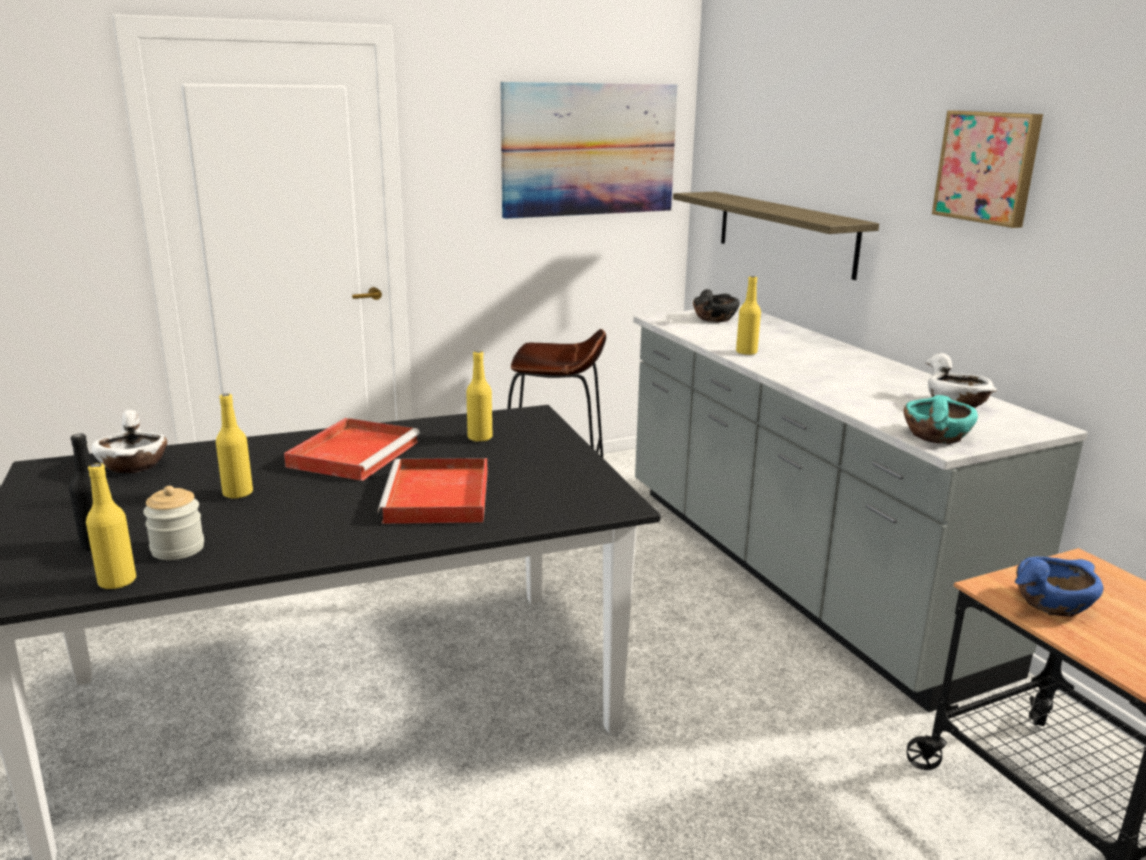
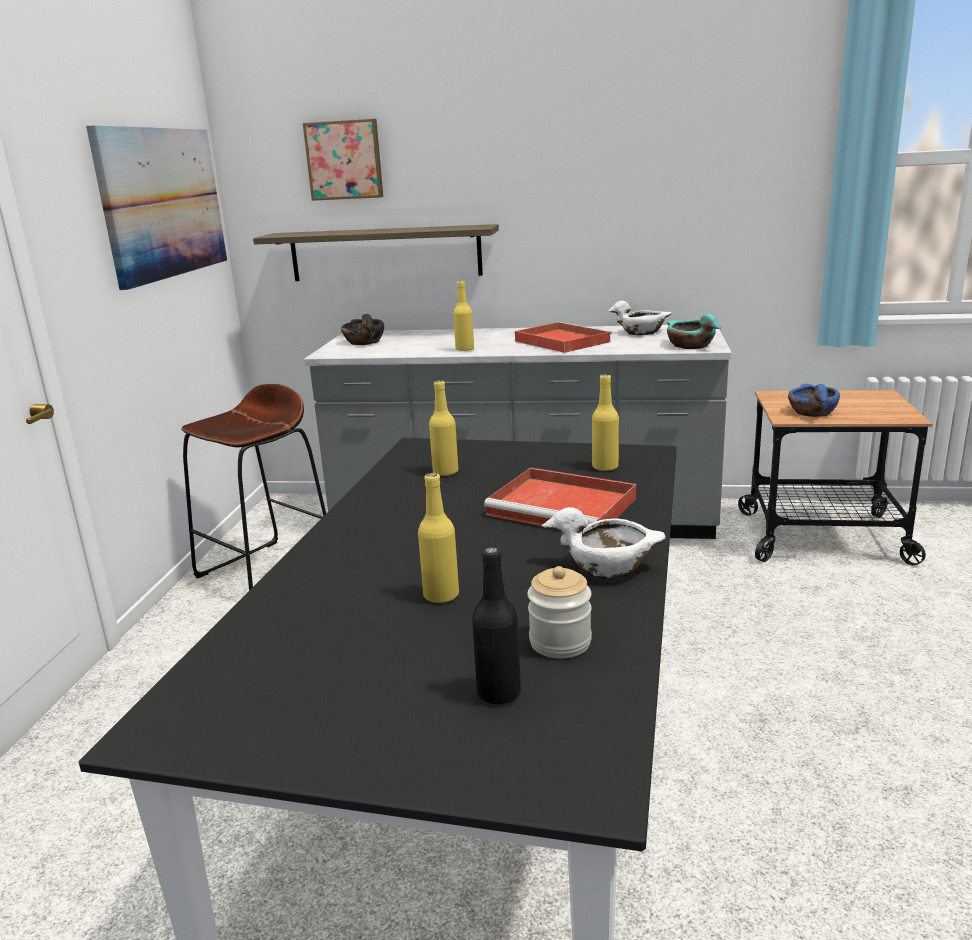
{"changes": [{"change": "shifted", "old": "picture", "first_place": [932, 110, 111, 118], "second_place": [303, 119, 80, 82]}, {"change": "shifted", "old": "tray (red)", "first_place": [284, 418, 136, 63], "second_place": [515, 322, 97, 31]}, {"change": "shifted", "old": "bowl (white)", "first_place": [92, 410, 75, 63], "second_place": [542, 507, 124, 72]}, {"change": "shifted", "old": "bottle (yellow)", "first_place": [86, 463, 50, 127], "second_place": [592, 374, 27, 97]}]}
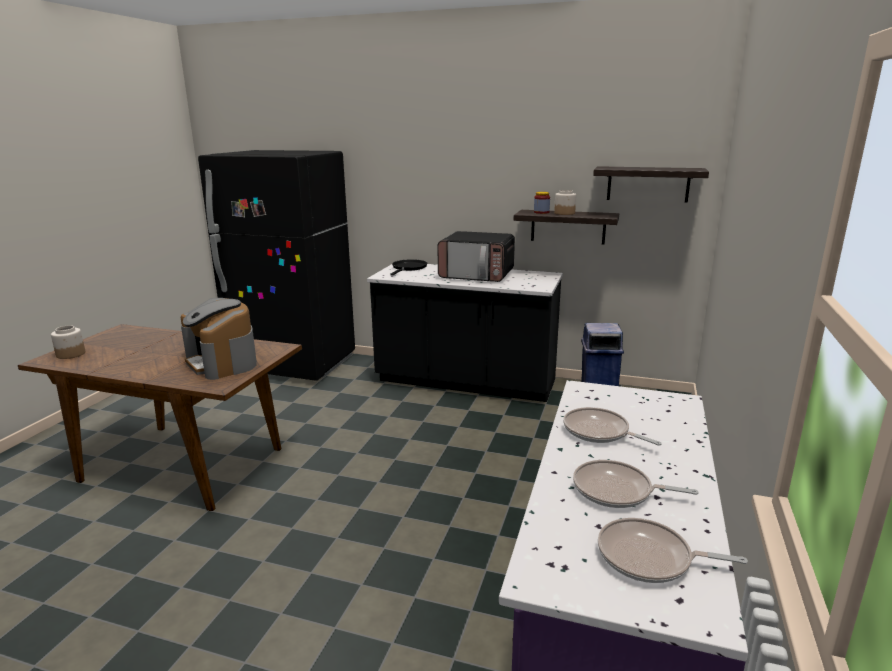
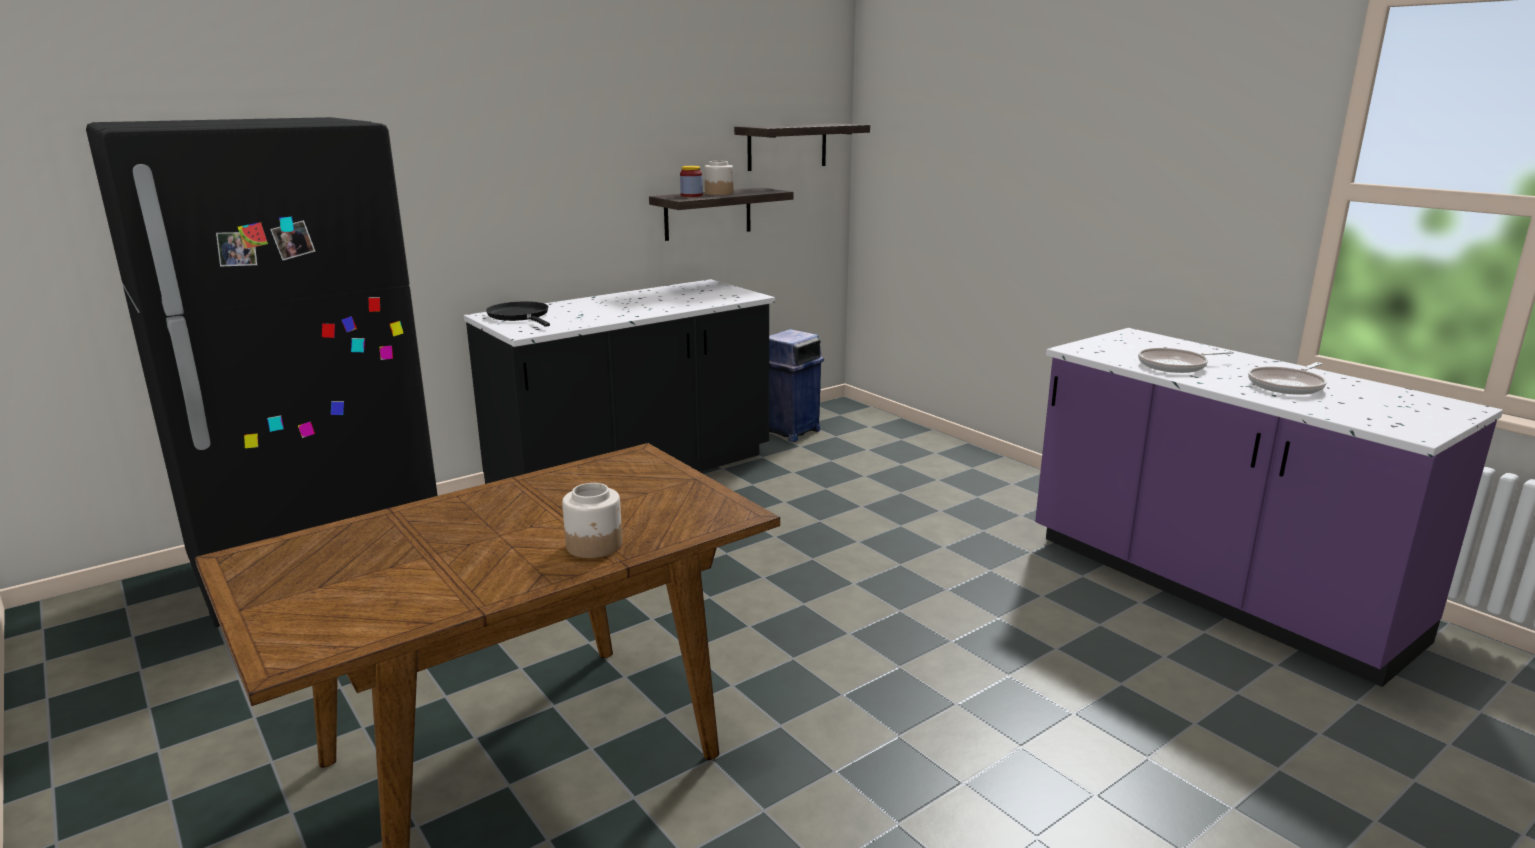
{"changes": [{"change": "shifted", "old": "jar", "first_place": [51, 325, 34, 34], "second_place": [562, 483, 60, 75]}, {"change": "gone", "old": "coffee machine", "first_place": [180, 298, 77, 82]}, {"change": "gone", "old": "microwave", "first_place": [437, 231, 78, 51]}, {"change": "gone", "old": "frying pan", "first_place": [598, 518, 150, 65]}]}
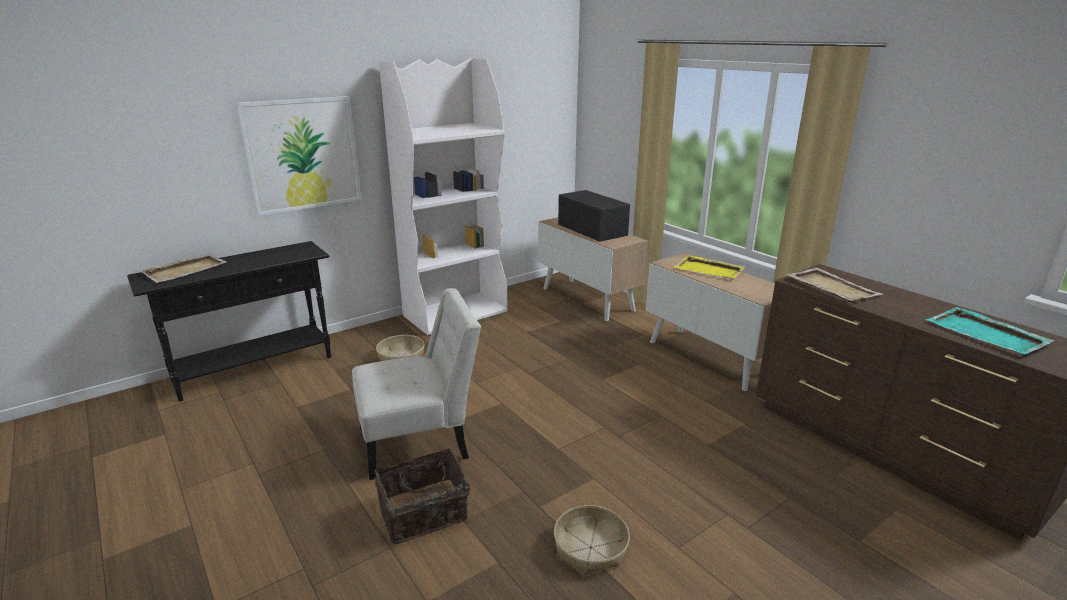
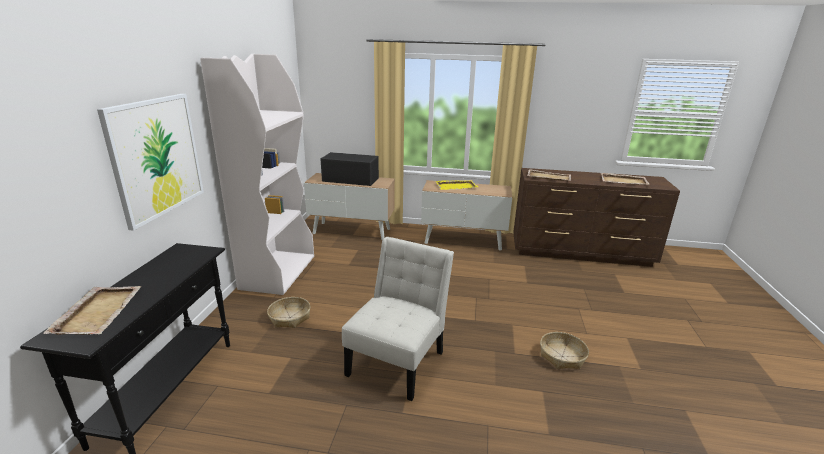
{"changes": [{"change": "repainted", "old": "tray (turquoise)", "new": "tray (beige)", "first_place": [926, 307, 128, 48], "second_place": [601, 173, 49, 12]}, {"change": "gone", "old": "basket", "first_place": [374, 448, 96, 96]}]}
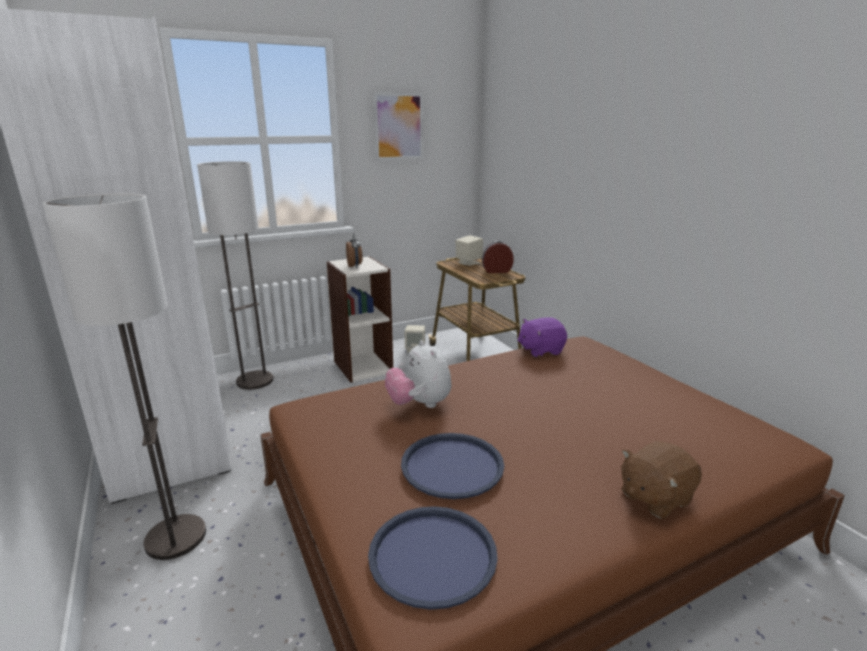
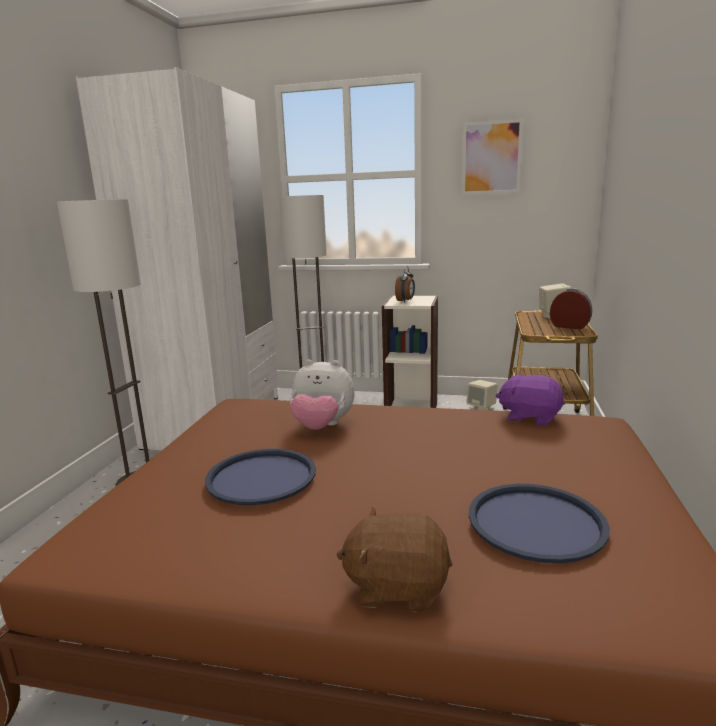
{"changes": [{"change": "rotated", "old": "plush toy", "first_place": [385, 340, 66, 68], "second_place": [290, 359, 65, 71], "degrees": -90}, {"change": "shifted", "old": "tray (blue)", "first_place": [368, 506, 130, 104], "second_place": [469, 484, 141, 79]}]}
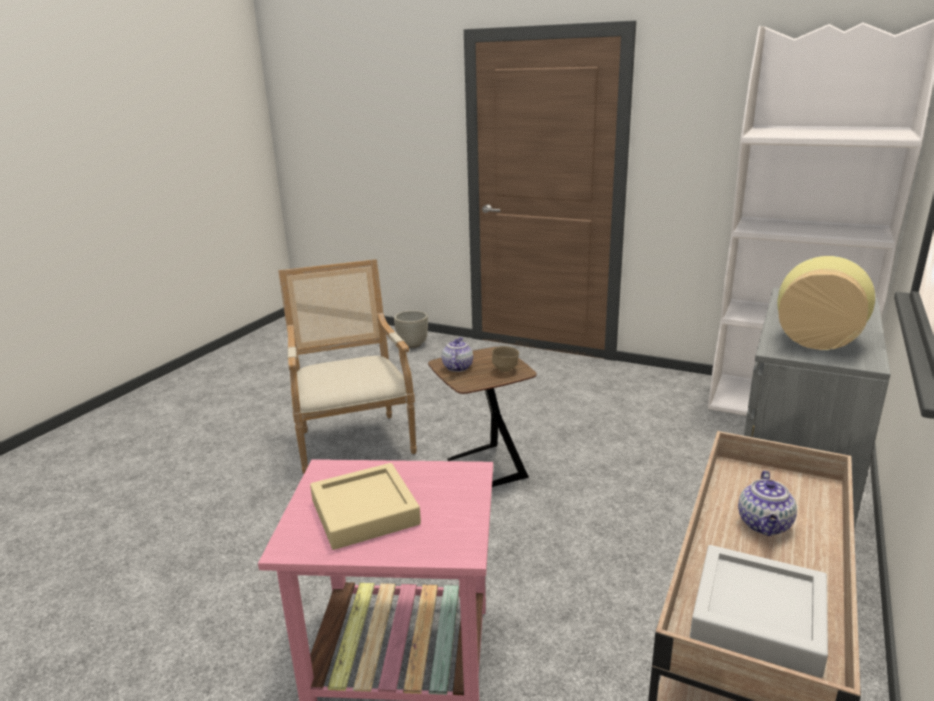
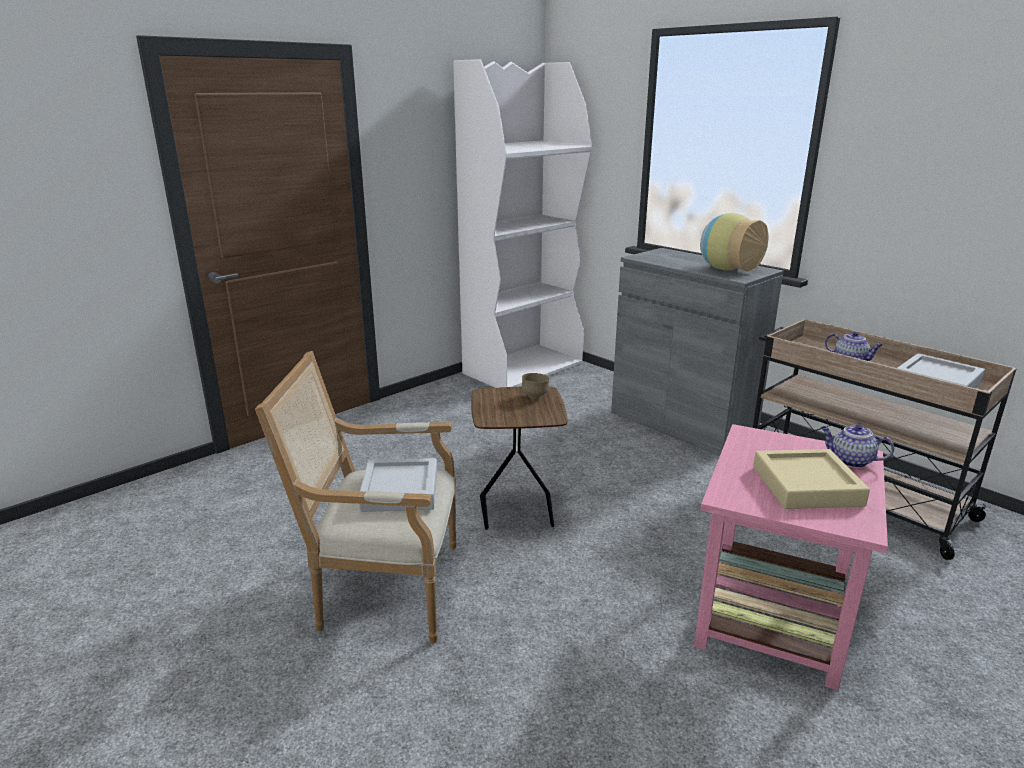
{"changes": [{"change": "new", "new": "tray (grey)", "second_place": [359, 458, 78, 54]}, {"change": "shifted", "old": "teapot", "first_place": [442, 337, 31, 35], "second_place": [821, 424, 73, 44]}, {"change": "gone", "old": "planter (grey)", "first_place": [394, 310, 34, 38]}]}
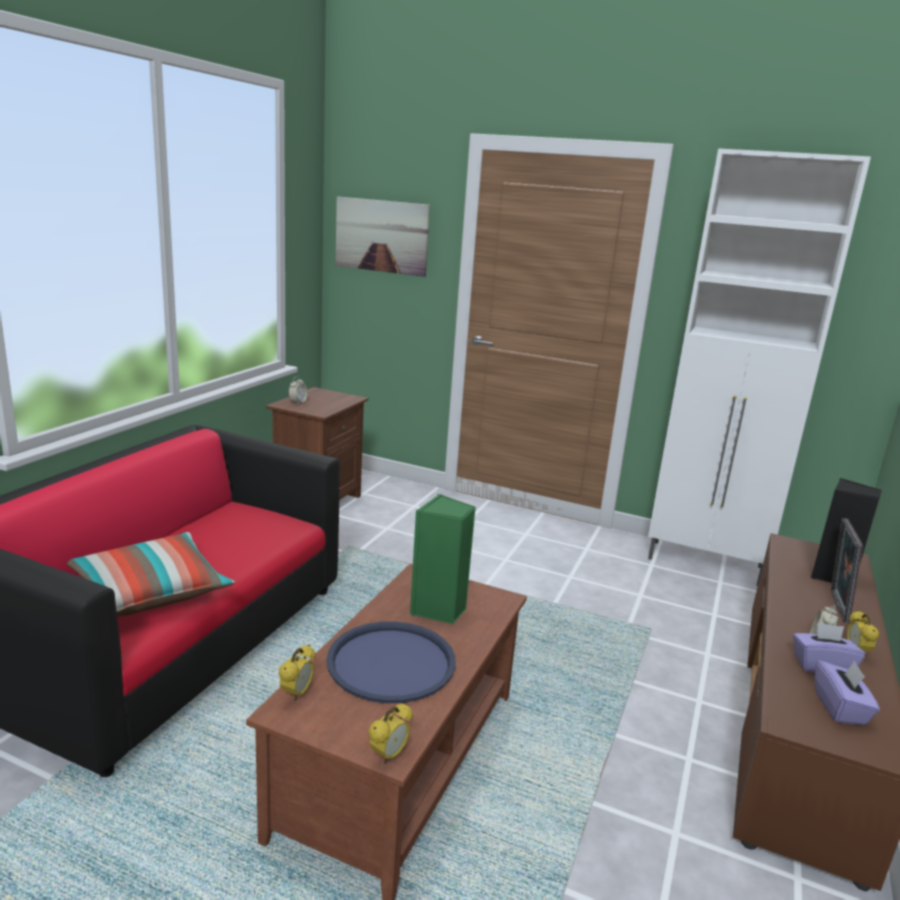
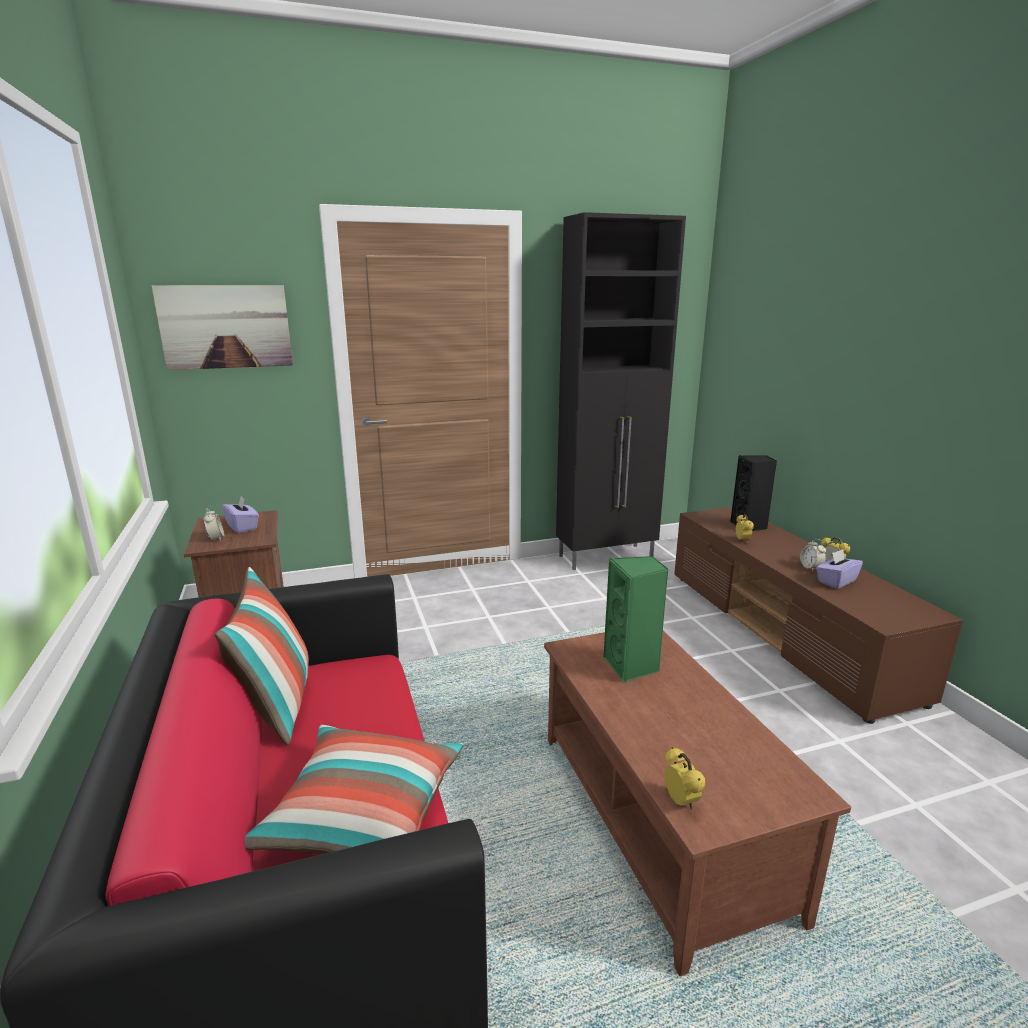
{"changes": [{"change": "new", "new": "pillow", "second_place": [215, 567, 94, 179]}, {"change": "shifted", "old": "tissue box (purple)", "first_place": [815, 660, 65, 65], "second_place": [222, 496, 37, 37]}, {"change": "repainted", "old": "cabinet (white)", "new": "cabinet (black)", "first_place": [648, 148, 223, 438], "second_place": [556, 212, 130, 358]}, {"change": "shifted", "old": "alarm clock", "first_place": [368, 703, 45, 61], "second_place": [736, 514, 18, 29]}, {"change": "gone", "old": "tray (blue)", "first_place": [326, 621, 130, 82]}, {"change": "gone", "old": "picture frame", "first_place": [831, 518, 32, 105]}]}
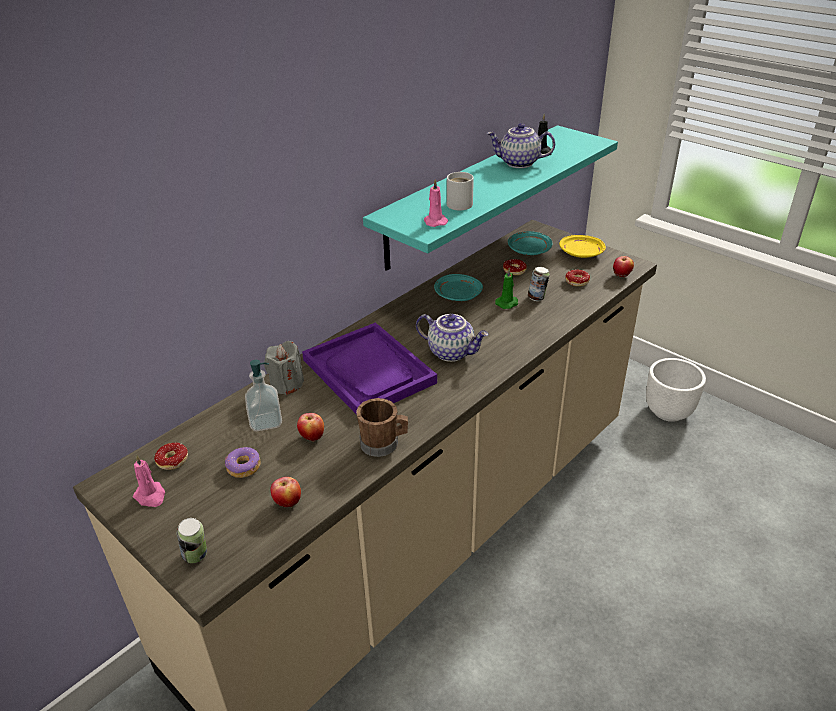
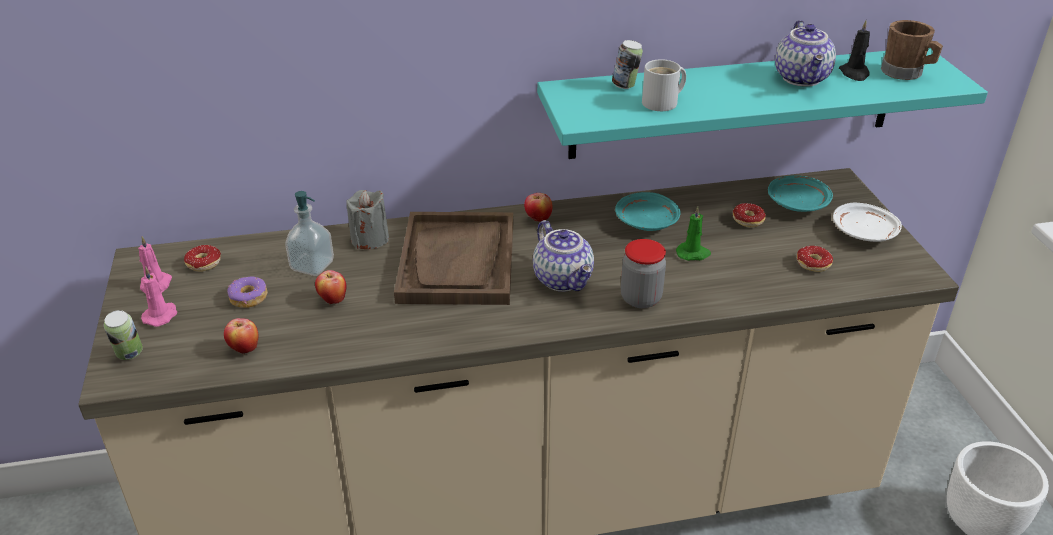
{"changes": [{"change": "shifted", "old": "candle (pink)", "first_place": [424, 179, 24, 48], "second_place": [141, 267, 36, 60]}, {"change": "repainted", "old": "tray (purple)", "new": "tray (brown)", "first_place": [302, 322, 135, 93], "second_place": [394, 212, 119, 93]}, {"change": "shifted", "old": "apple", "first_place": [613, 256, 21, 21], "second_place": [524, 193, 29, 29]}, {"change": "shifted", "old": "can", "first_place": [528, 267, 22, 34], "second_place": [612, 40, 31, 49]}, {"change": "new", "new": "jar", "second_place": [621, 239, 45, 69]}, {"change": "rotated", "old": "teapot", "first_place": [487, 123, 68, 45], "second_place": [775, 20, 61, 66], "degrees": -135}, {"change": "repainted", "old": "plate (yellow)", "new": "plate (white)", "first_place": [559, 235, 47, 23], "second_place": [833, 203, 69, 39]}, {"change": "shifted", "old": "mug (brown)", "first_place": [356, 398, 52, 59], "second_place": [881, 20, 62, 60]}]}
